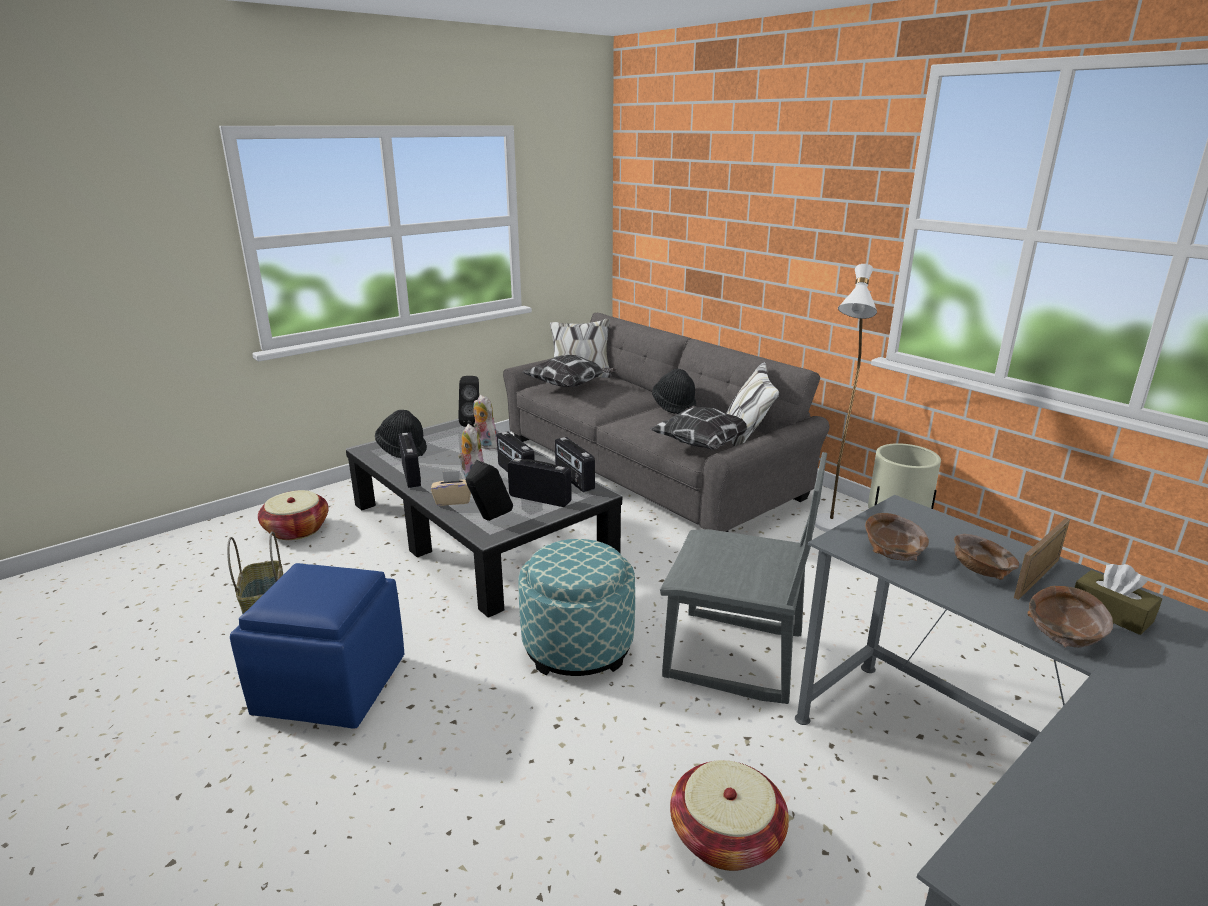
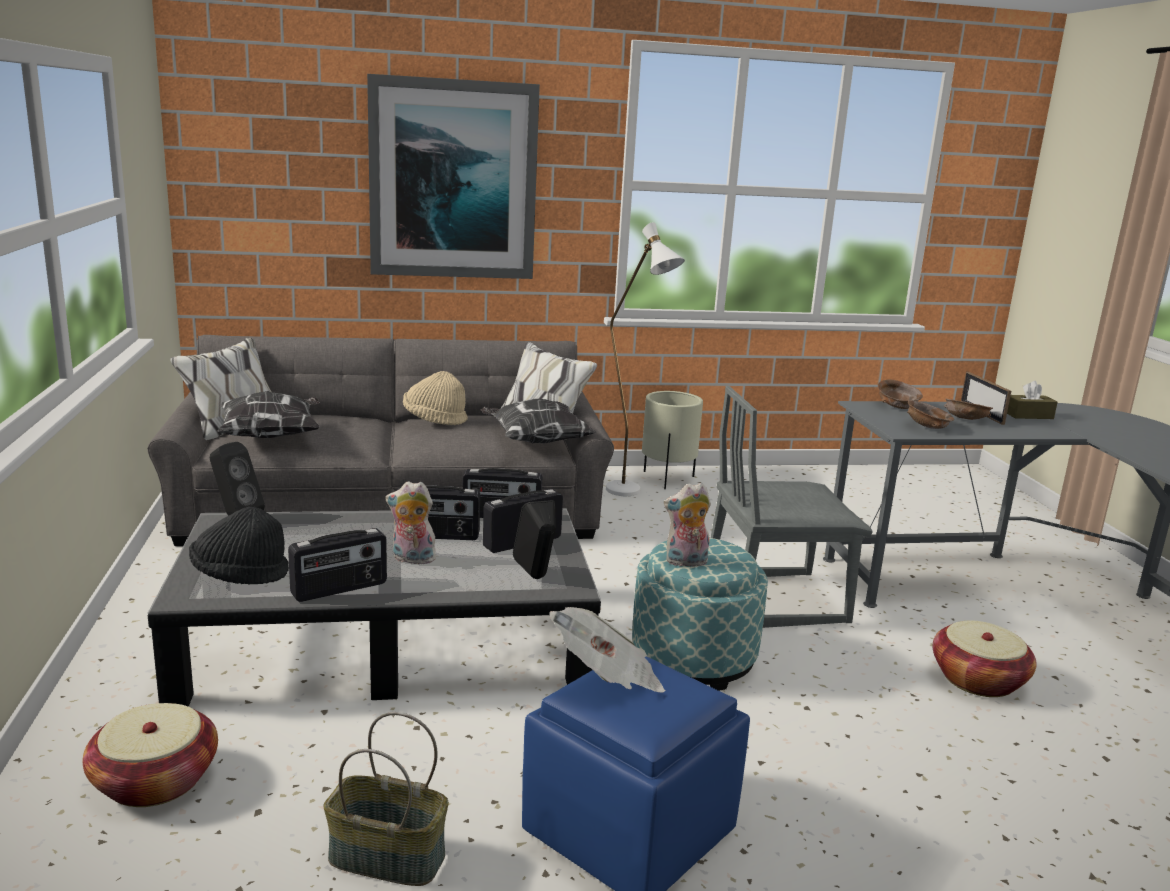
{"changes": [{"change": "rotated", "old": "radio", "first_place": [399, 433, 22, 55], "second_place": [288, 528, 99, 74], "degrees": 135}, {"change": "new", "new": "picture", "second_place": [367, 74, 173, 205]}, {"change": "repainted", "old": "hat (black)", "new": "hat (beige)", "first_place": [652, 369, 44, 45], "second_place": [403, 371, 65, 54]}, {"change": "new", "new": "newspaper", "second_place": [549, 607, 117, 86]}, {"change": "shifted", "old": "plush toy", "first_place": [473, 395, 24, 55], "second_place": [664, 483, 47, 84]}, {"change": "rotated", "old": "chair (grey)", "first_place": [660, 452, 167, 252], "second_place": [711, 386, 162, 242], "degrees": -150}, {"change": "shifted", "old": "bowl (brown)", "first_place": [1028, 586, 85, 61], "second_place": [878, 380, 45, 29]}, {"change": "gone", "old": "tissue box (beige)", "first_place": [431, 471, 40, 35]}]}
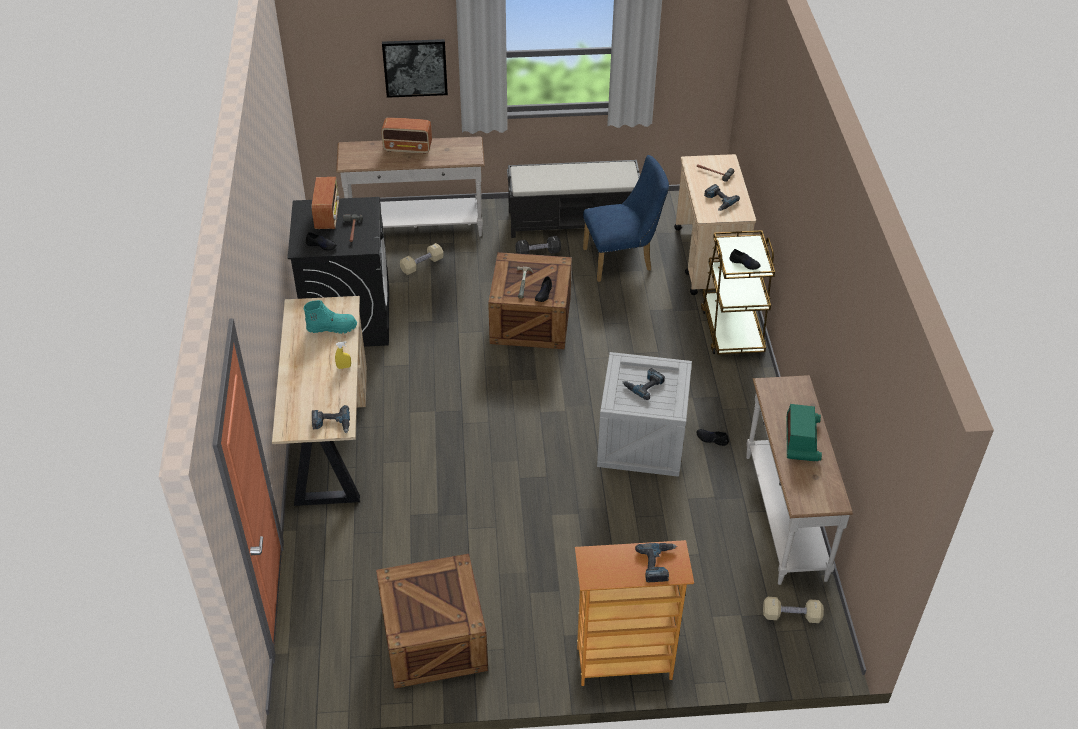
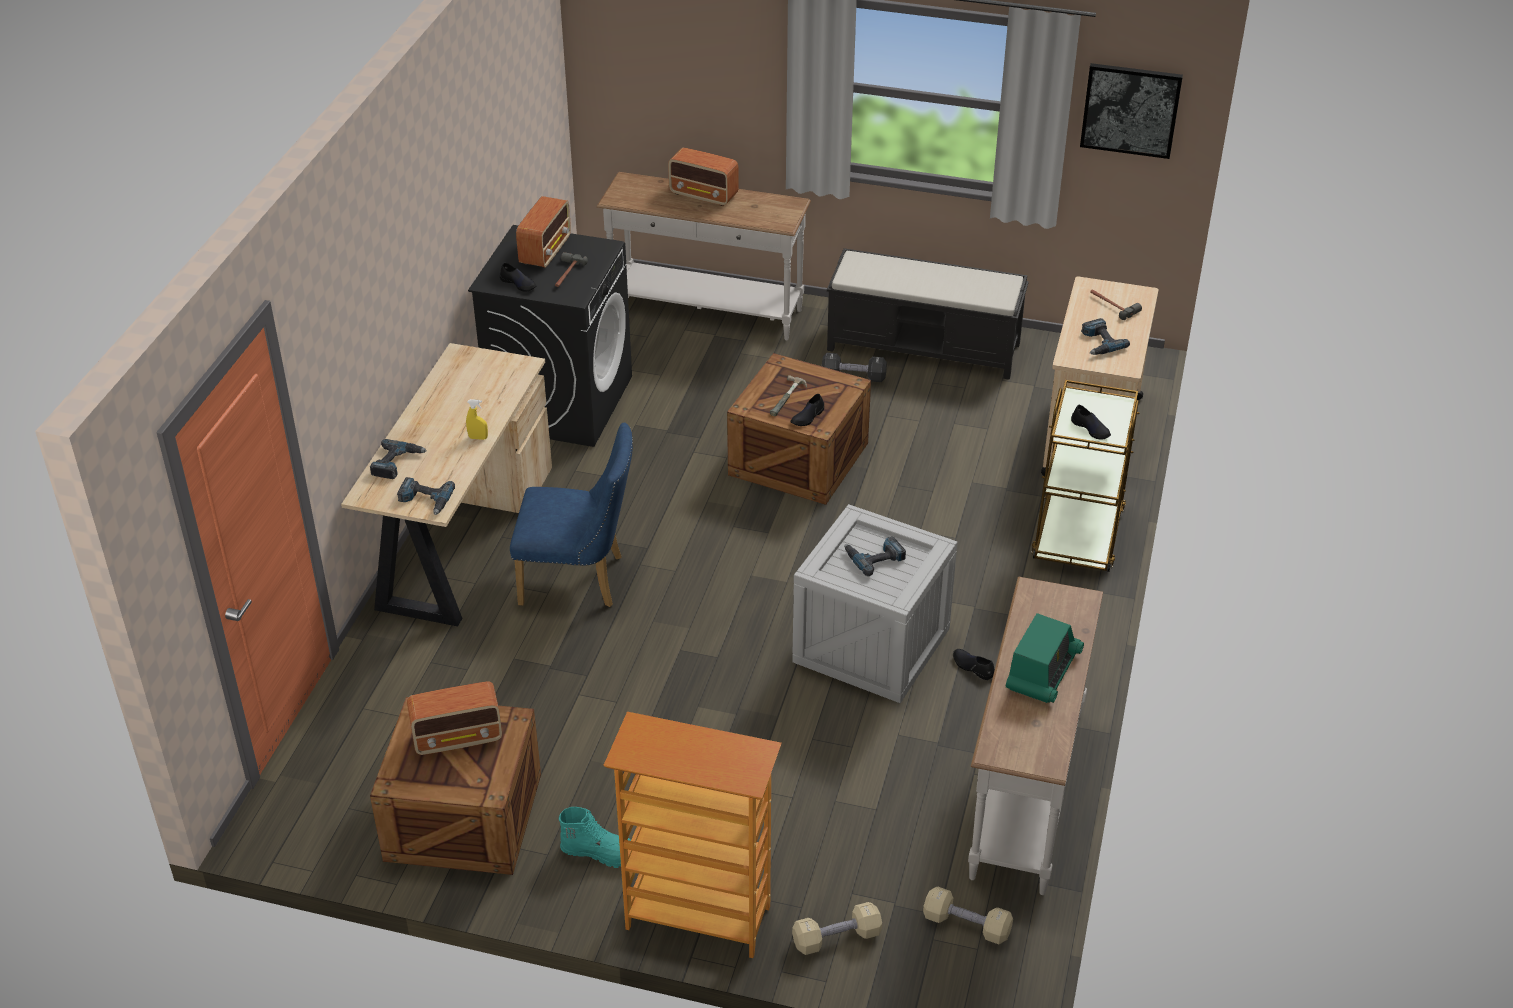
{"changes": [{"change": "shifted", "old": "power drill", "first_place": [635, 543, 42, 39], "second_place": [370, 439, 57, 40]}, {"change": "new", "new": "radio", "second_place": [407, 681, 95, 74]}, {"change": "shifted", "old": "chair (blue)", "first_place": [583, 155, 86, 127], "second_place": [510, 422, 123, 185]}, {"change": "shifted", "old": "boot (turquoise)", "first_place": [303, 300, 54, 34], "second_place": [559, 807, 72, 61]}, {"change": "shifted", "old": "dumbbell (beige)", "first_place": [400, 243, 44, 32], "second_place": [792, 902, 90, 53]}, {"change": "shifted", "old": "picture", "first_place": [382, 39, 66, 59], "second_place": [1080, 63, 103, 96]}]}
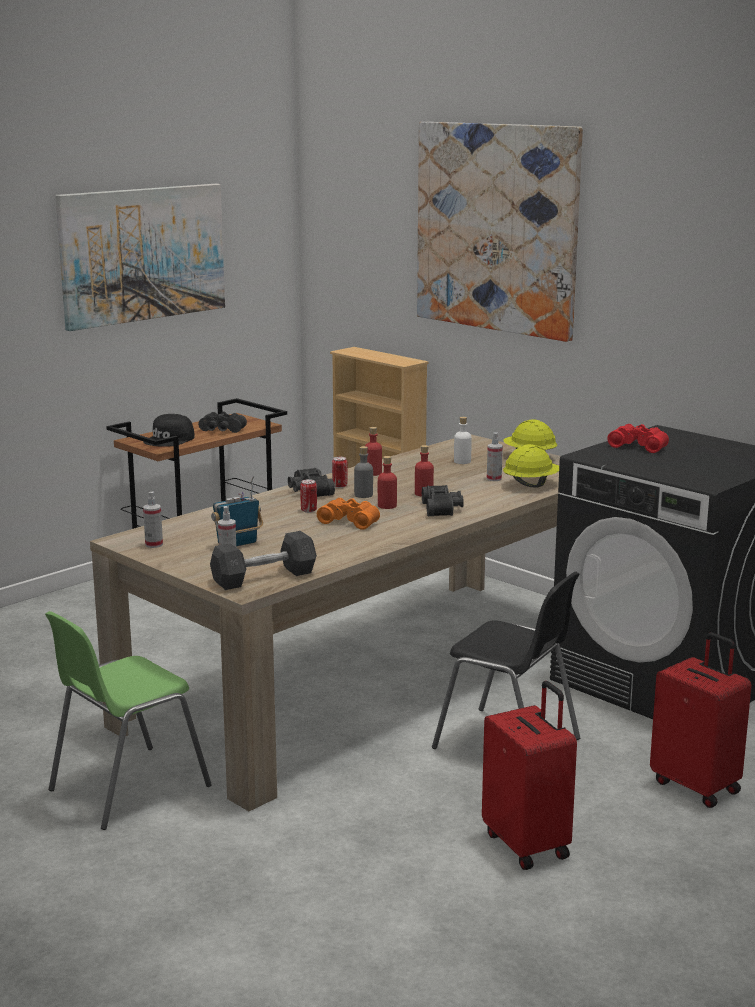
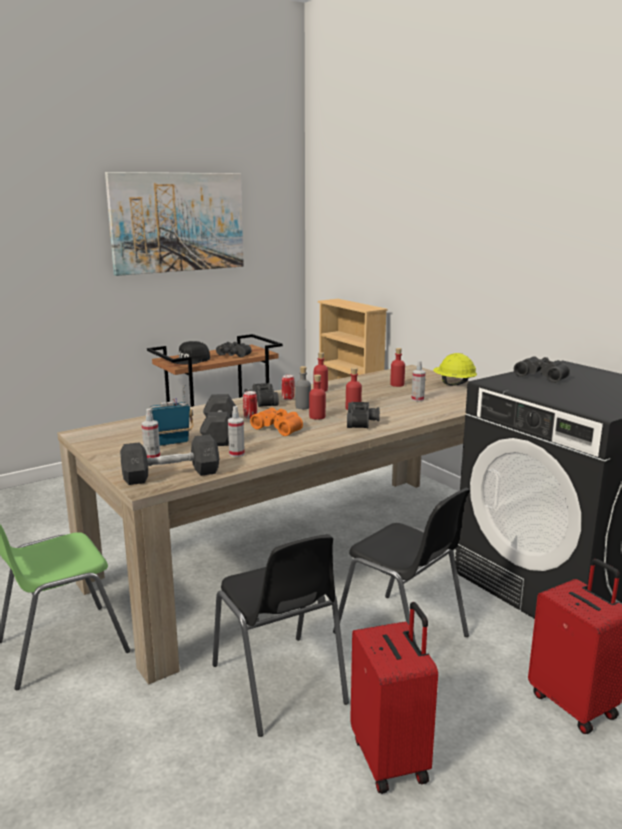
{"changes": [{"change": "new", "new": "dumbbell (grey)", "second_place": [200, 394, 36, 52]}, {"change": "new", "new": "chair (black)", "second_place": [212, 534, 137, 203]}, {"change": "shifted", "old": "spray bottle", "first_place": [143, 492, 20, 56], "second_place": [228, 406, 17, 51]}, {"change": "repainted", "old": "bottle (white)", "new": "bottle (red)", "first_place": [454, 417, 18, 47], "second_place": [390, 348, 15, 39]}, {"change": "repainted", "old": "binoculars (red)", "new": "binoculars (black)", "first_place": [607, 424, 62, 29], "second_place": [514, 356, 56, 27]}, {"change": "gone", "old": "picture", "first_place": [417, 122, 166, 220]}, {"change": "gone", "old": "hard hat (yellow)", "first_place": [503, 444, 56, 44]}]}
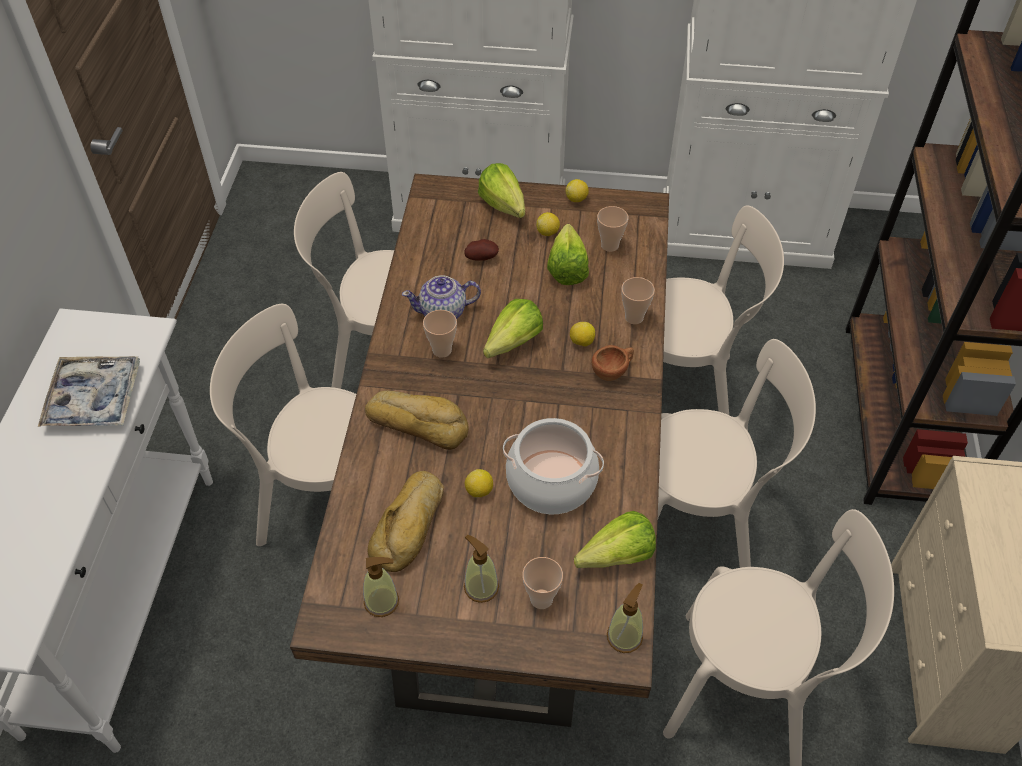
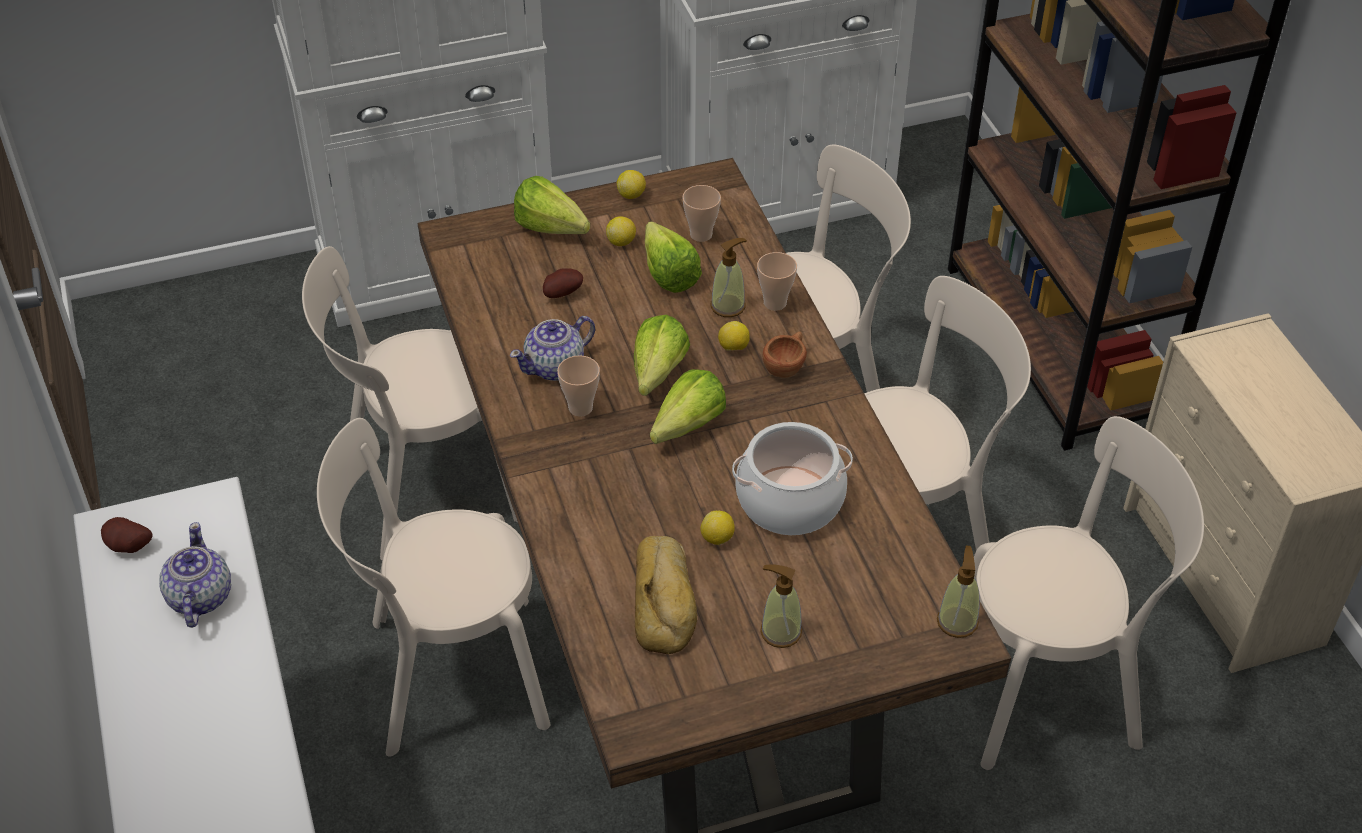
{"changes": [{"change": "new", "new": "potato", "second_place": [101, 517, 52, 36]}, {"change": "swapped", "old": "tray", "new": "teapot", "first_place": [38, 356, 102, 71], "second_place": [159, 522, 72, 106]}, {"change": "shifted", "old": "lettuce", "first_place": [574, 511, 82, 57], "second_place": [650, 369, 76, 75]}, {"change": "shifted", "old": "soap dispenser", "first_place": [363, 557, 36, 60], "second_place": [711, 238, 36, 79]}, {"change": "gone", "old": "bread", "first_place": [365, 391, 104, 59]}, {"change": "gone", "old": "cup", "first_place": [522, 557, 41, 52]}]}
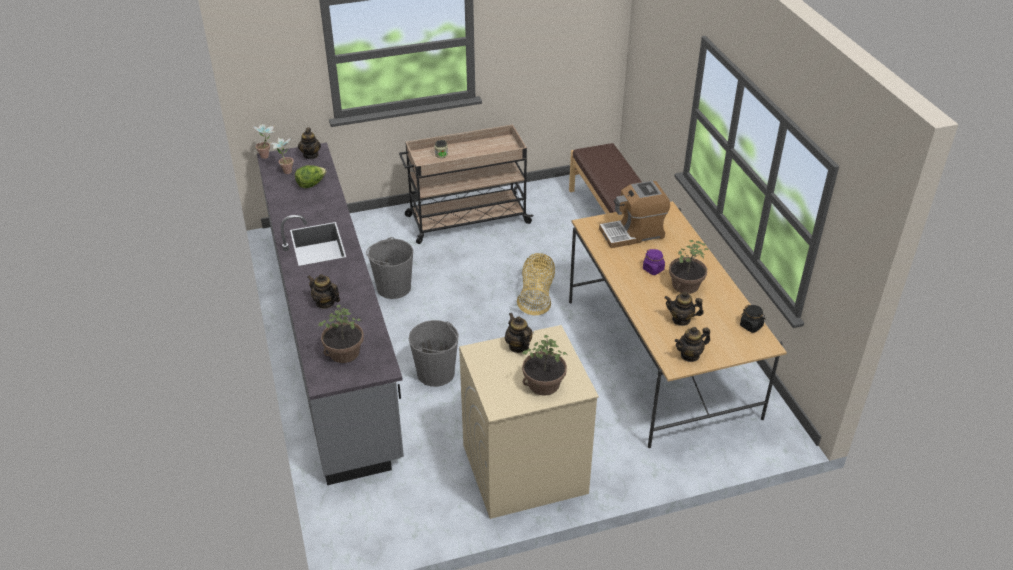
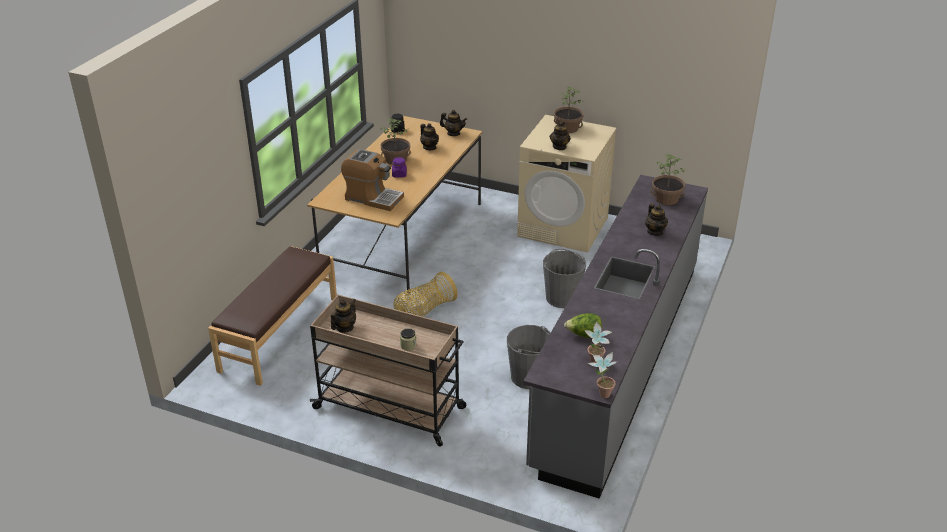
{"changes": [{"change": "shifted", "old": "teapot", "first_place": [298, 127, 23, 32], "second_place": [331, 299, 25, 34]}]}
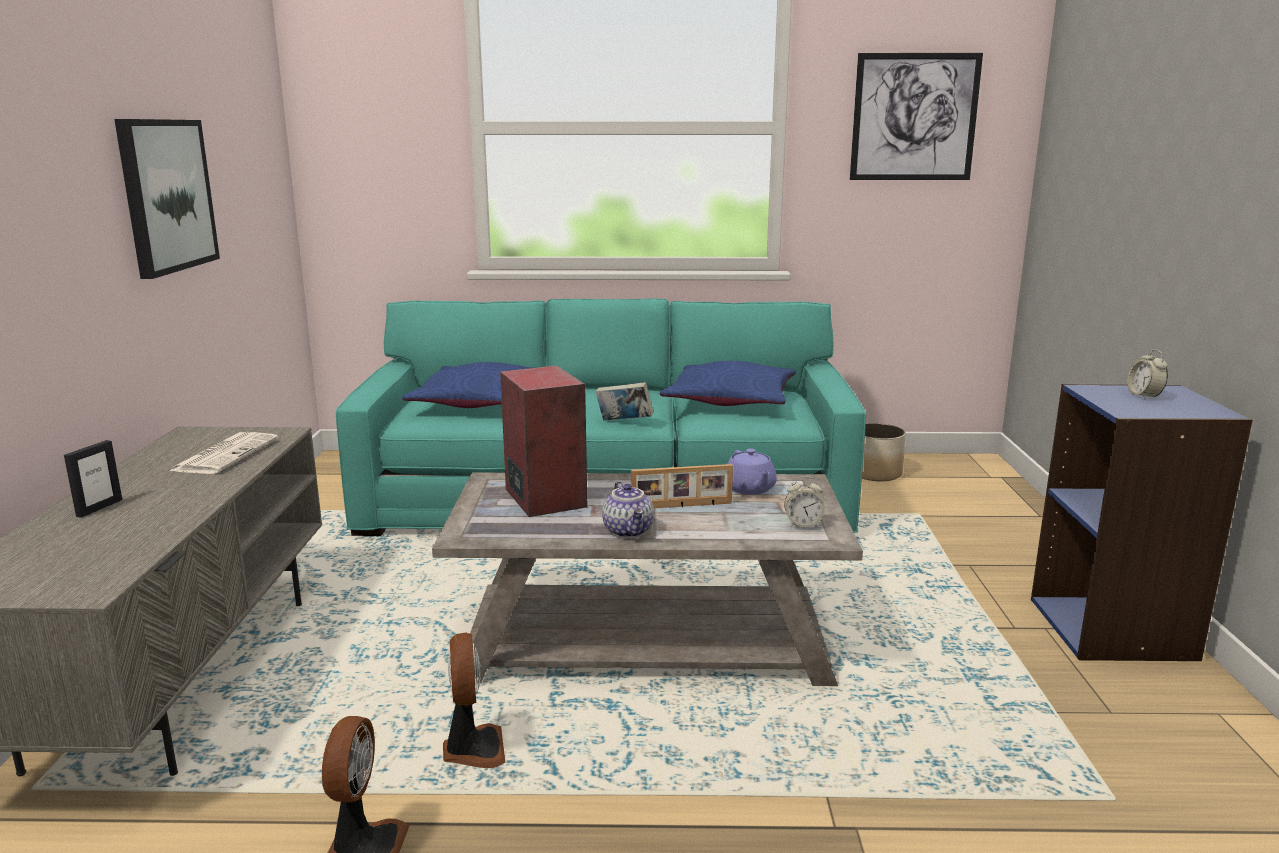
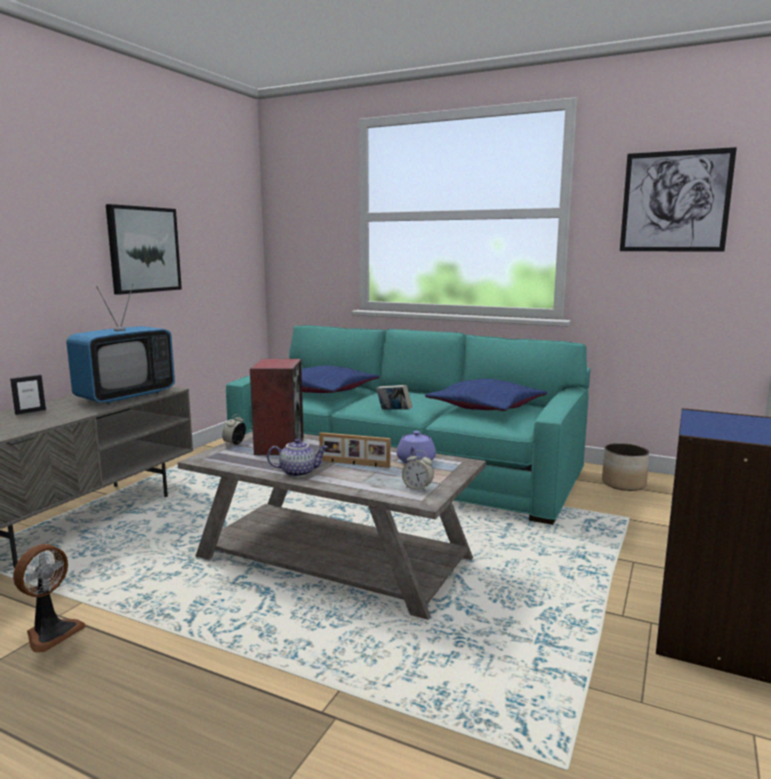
{"changes": [{"change": "swapped", "old": "newspaper", "new": "television", "first_place": [169, 432, 110, 42], "second_place": [66, 284, 109, 120]}, {"change": "shifted", "old": "alarm clock", "first_place": [1128, 349, 40, 50], "second_place": [222, 414, 24, 31]}, {"change": "rotated", "old": "teapot", "first_place": [602, 481, 52, 57], "second_place": [267, 438, 61, 39], "degrees": -105}, {"change": "gone", "old": "fan", "first_place": [443, 632, 63, 136]}]}
